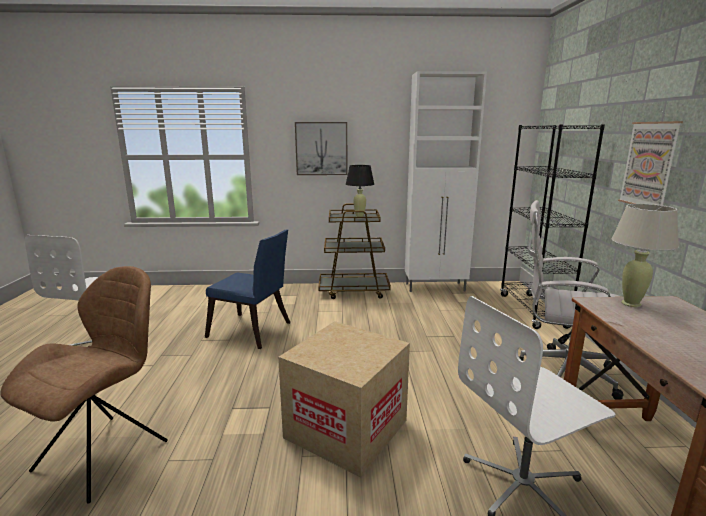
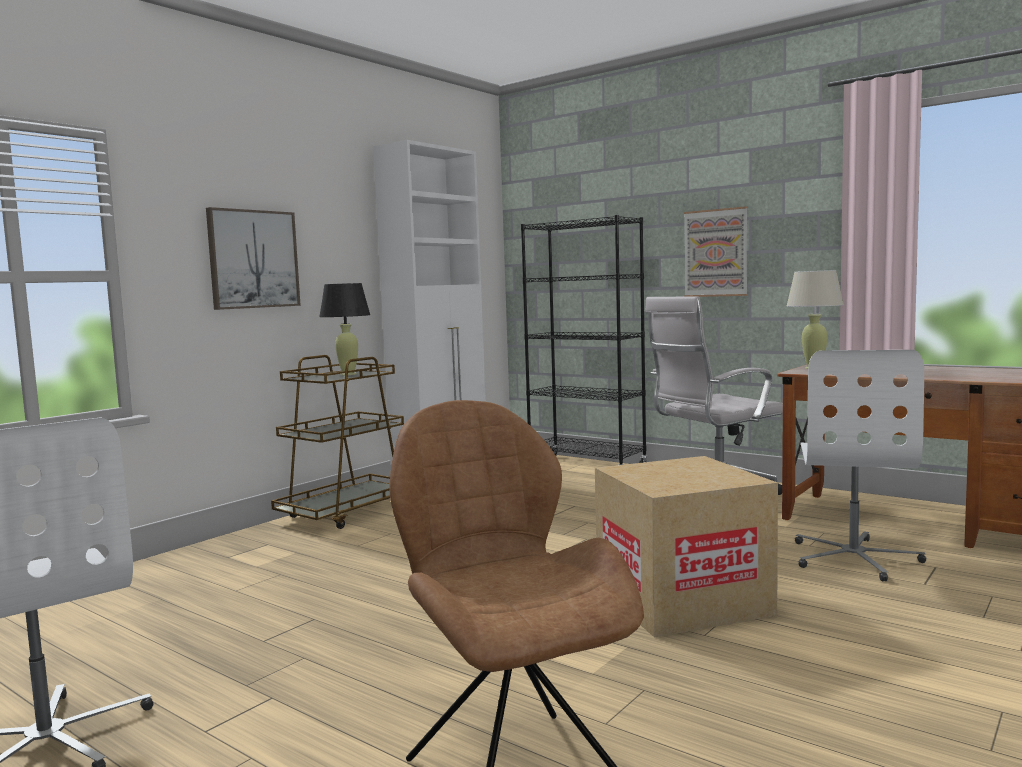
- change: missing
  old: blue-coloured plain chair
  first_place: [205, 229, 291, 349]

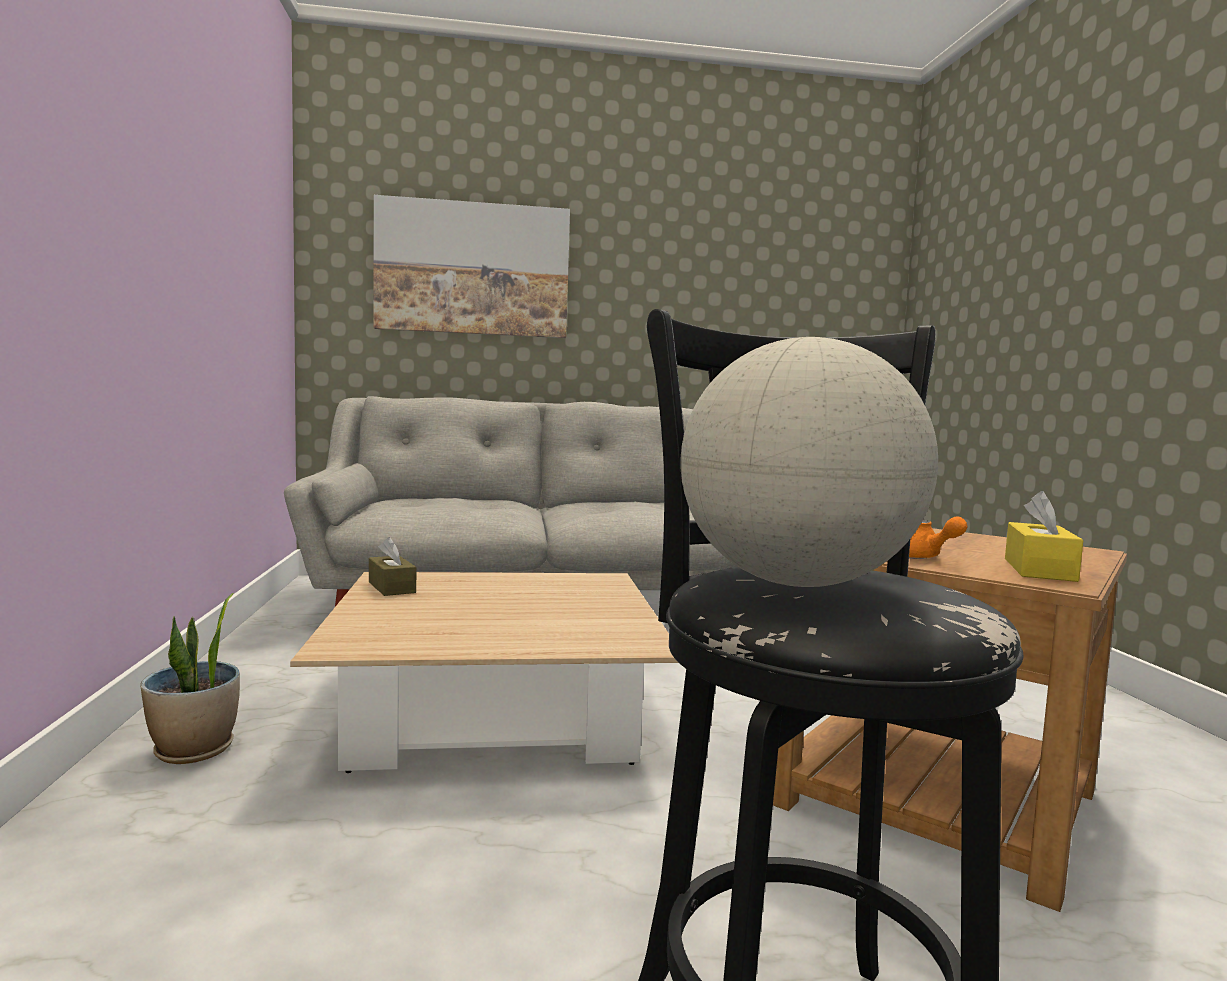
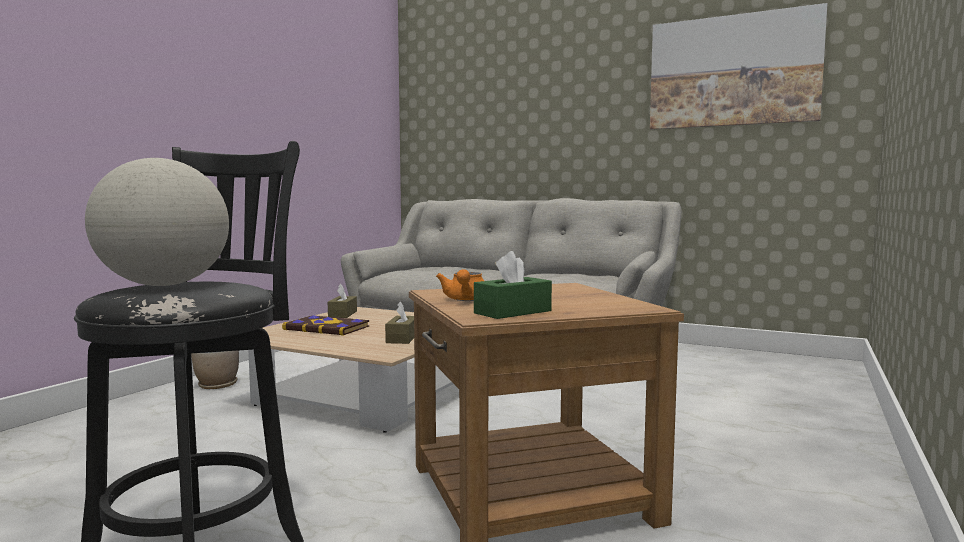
- change: appeared
  new: volume
  second_place: [282, 315, 369, 336]
- change: appeared
  new: brown tissue box
  second_place: [385, 302, 414, 344]
- change: colour
  old: yellow tissue box
  new: green-coloured tissue box
  first_place: [1005, 491, 1083, 582]
  second_place: [474, 251, 552, 319]
- change: relocated
  old: picture
  first_place: [373, 195, 570, 338]
  second_place: [650, 3, 827, 130]

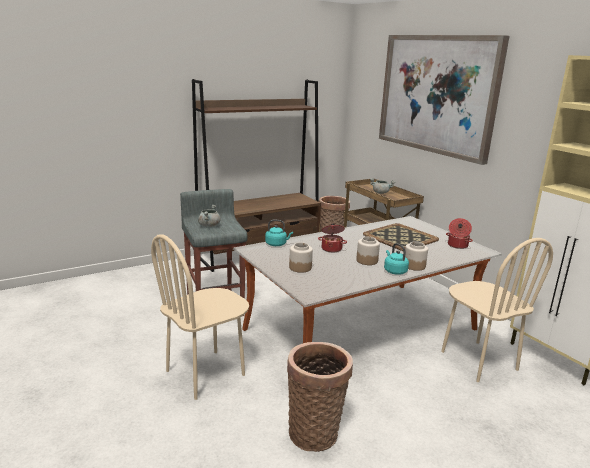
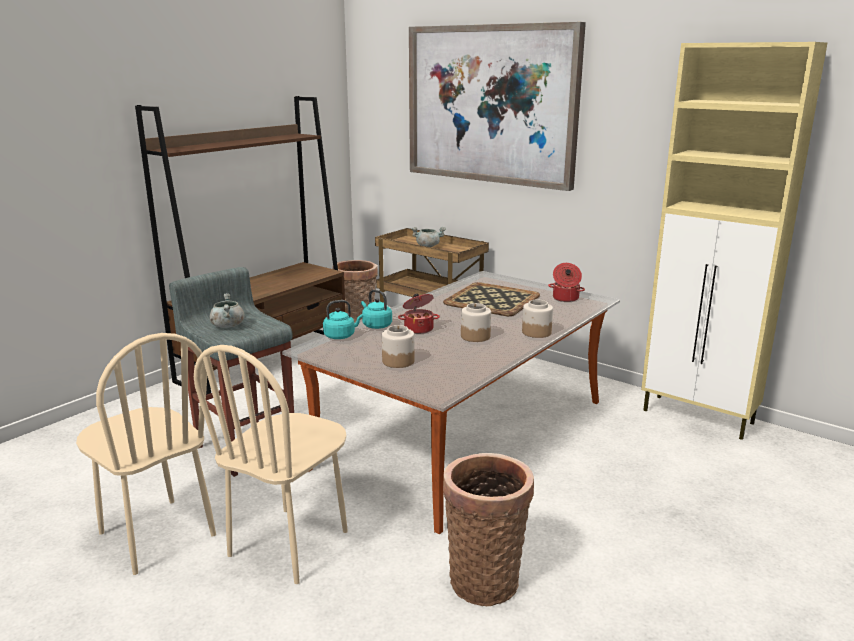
- change: relocated
  old: sand-coloured plain chair
  first_place: [441, 238, 553, 382]
  second_place: [76, 333, 216, 575]
- change: relocated
  old: turquoise-coloured tea kettle
  first_place: [384, 243, 409, 275]
  second_place: [361, 290, 392, 329]

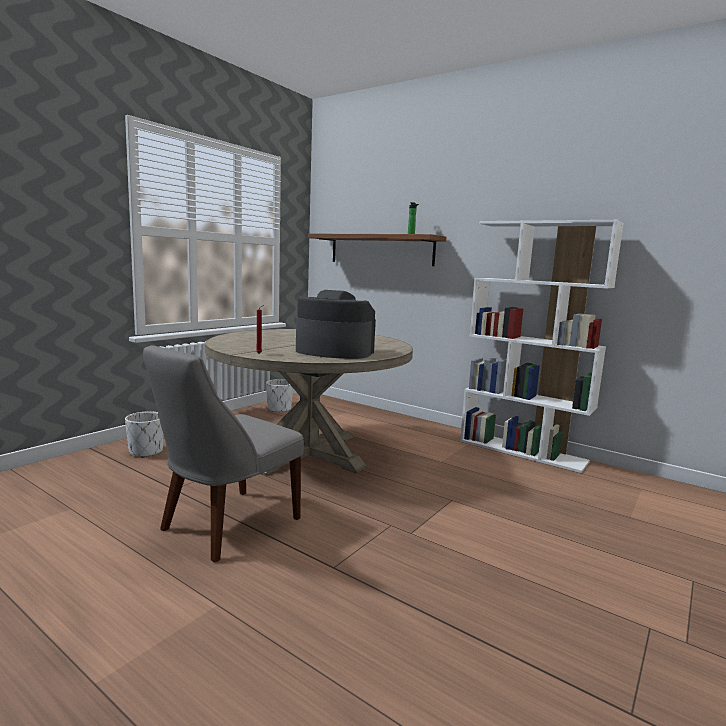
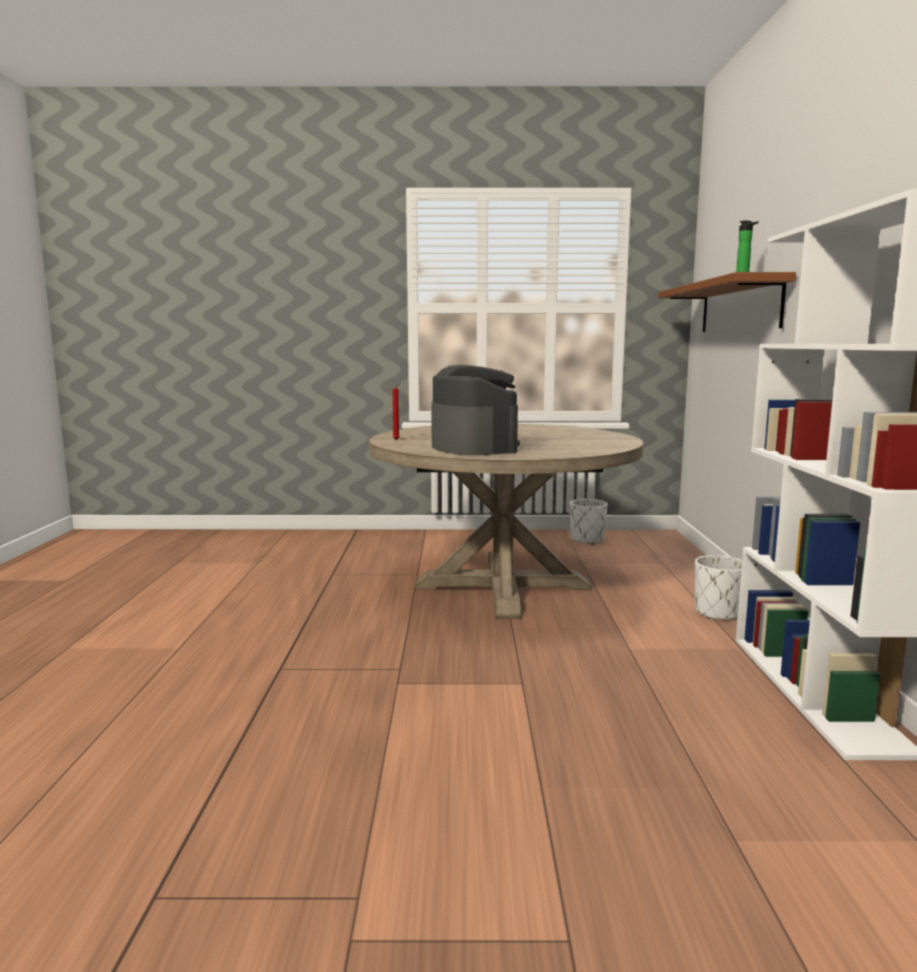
- change: relocated
  old: white planter
  first_place: [125, 411, 163, 458]
  second_place: [695, 555, 742, 619]
- change: missing
  old: greyish plain chair
  first_place: [143, 345, 304, 563]

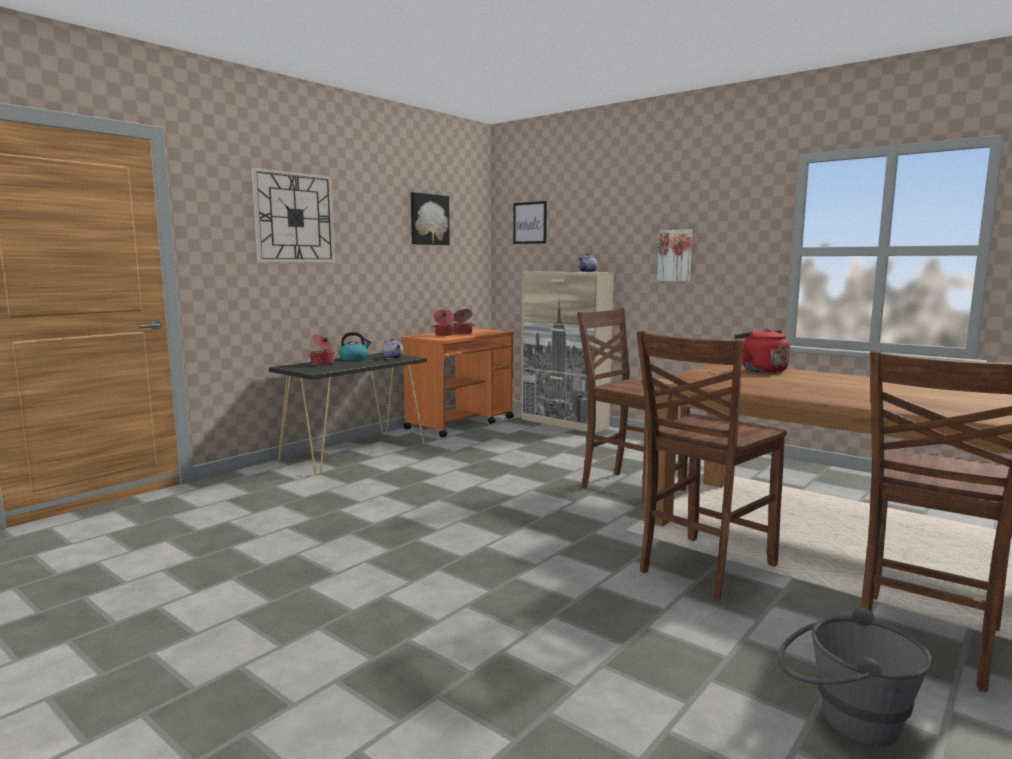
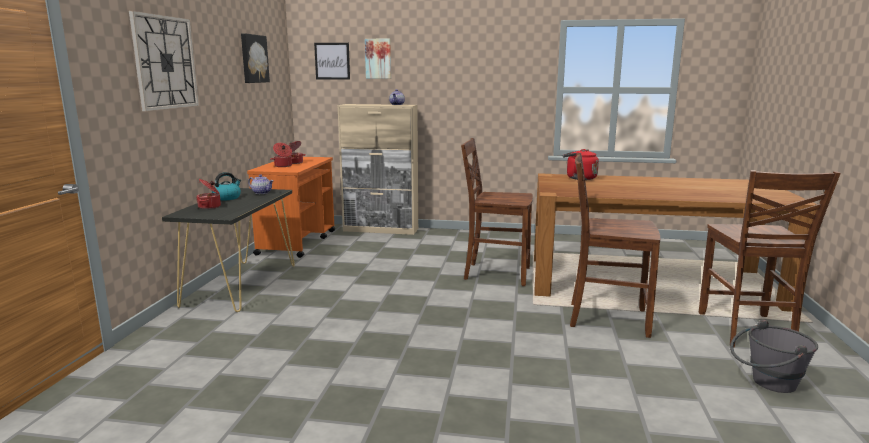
- change: relocated
  old: picture
  first_place: [657, 229, 692, 282]
  second_place: [365, 39, 391, 79]
- change: spun
  old: brown plain chair
  first_place: [637, 331, 787, 601]
  second_place: [570, 153, 660, 338]
  degrees: 90

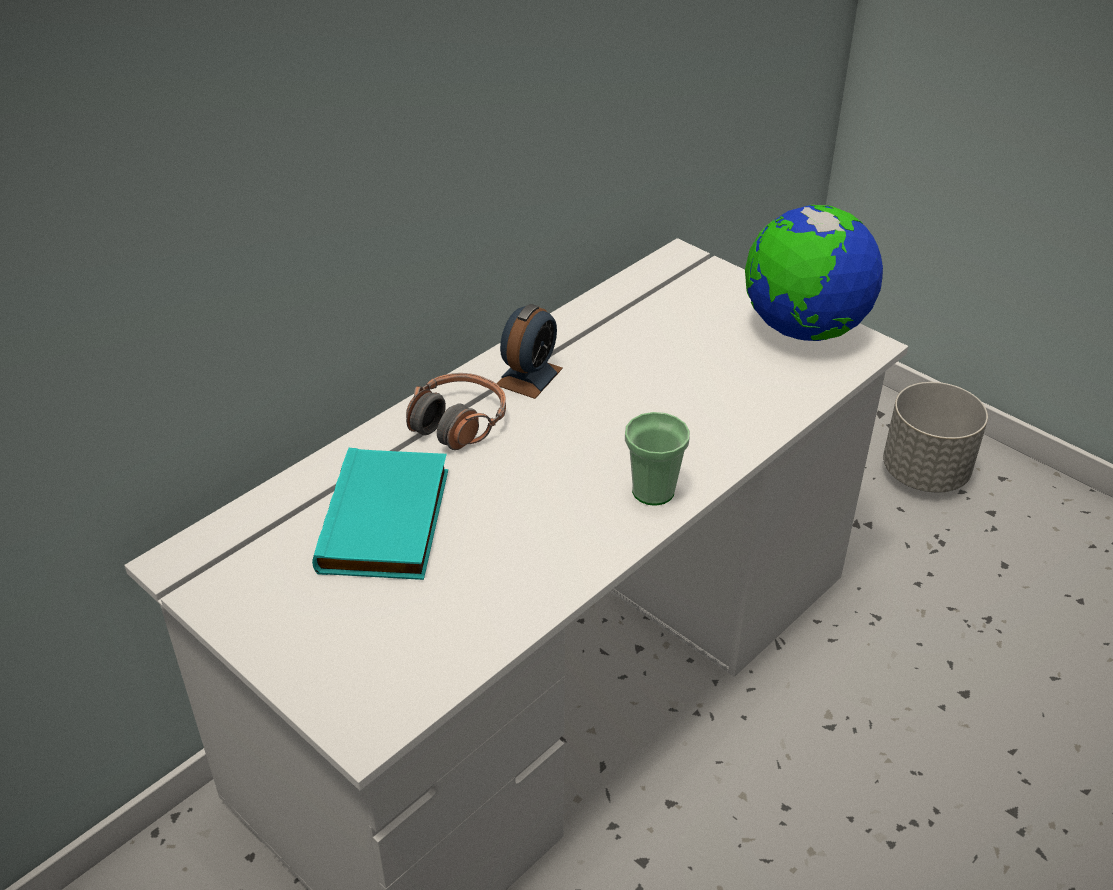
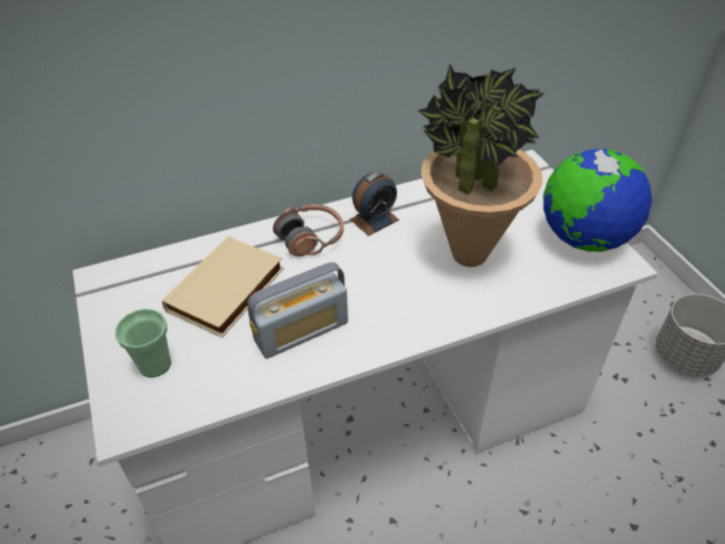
- change: relocated
  old: drinking cup
  first_place: [625, 412, 690, 505]
  second_place: [115, 309, 171, 378]
- change: colour
  old: turquoise-coloured volume
  new: sand-coloured volume
  first_place: [312, 448, 448, 580]
  second_place: [162, 236, 284, 338]
- change: appeared
  new: radio
  second_place: [247, 262, 348, 359]
- change: appeared
  new: houseplant
  second_place: [418, 64, 545, 267]

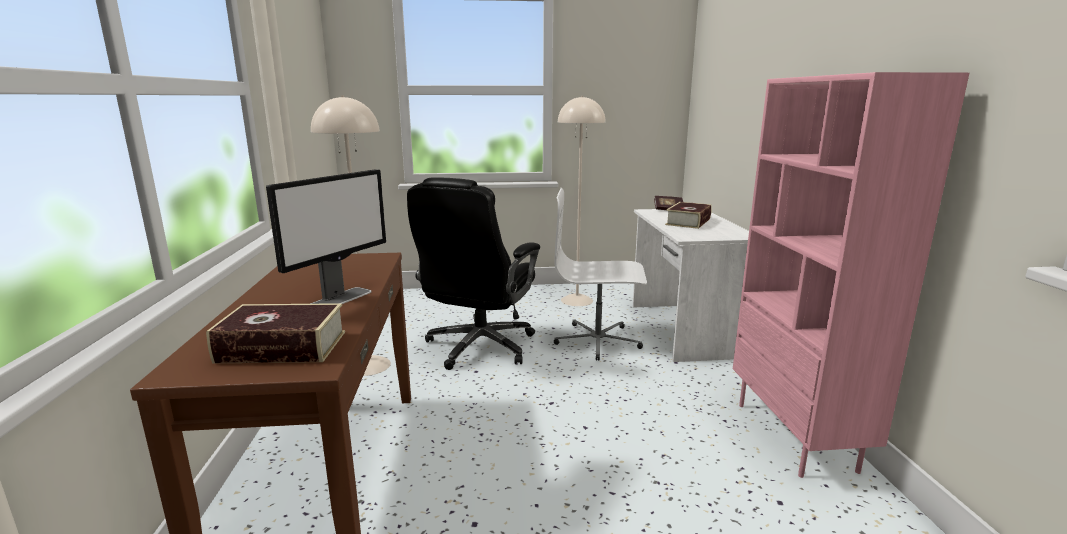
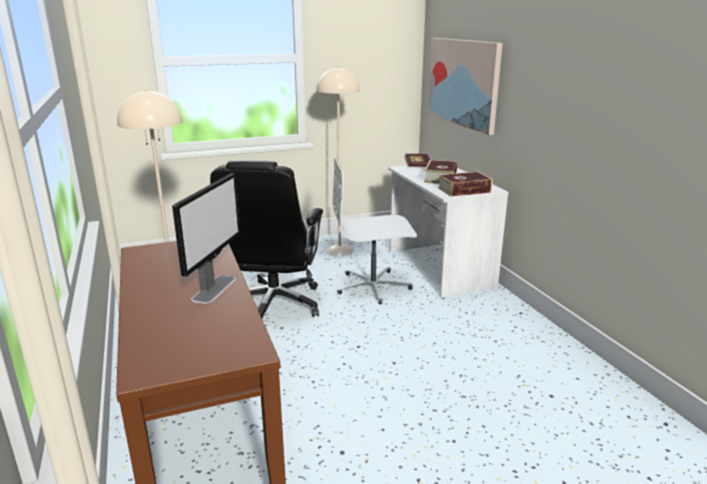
- change: appeared
  new: picture
  second_place: [428, 38, 503, 135]
- change: relocated
  old: volume
  first_place: [206, 303, 345, 363]
  second_place: [438, 172, 493, 197]
- change: missing
  old: pink-coloured bookcase
  first_place: [733, 72, 969, 478]

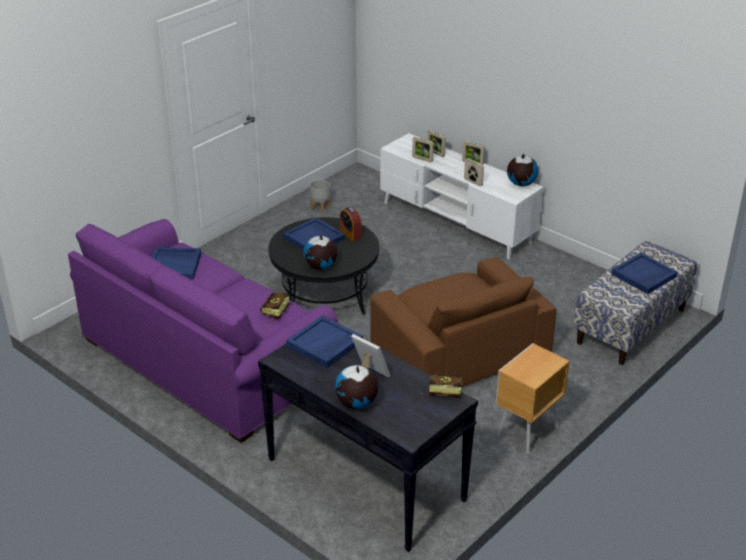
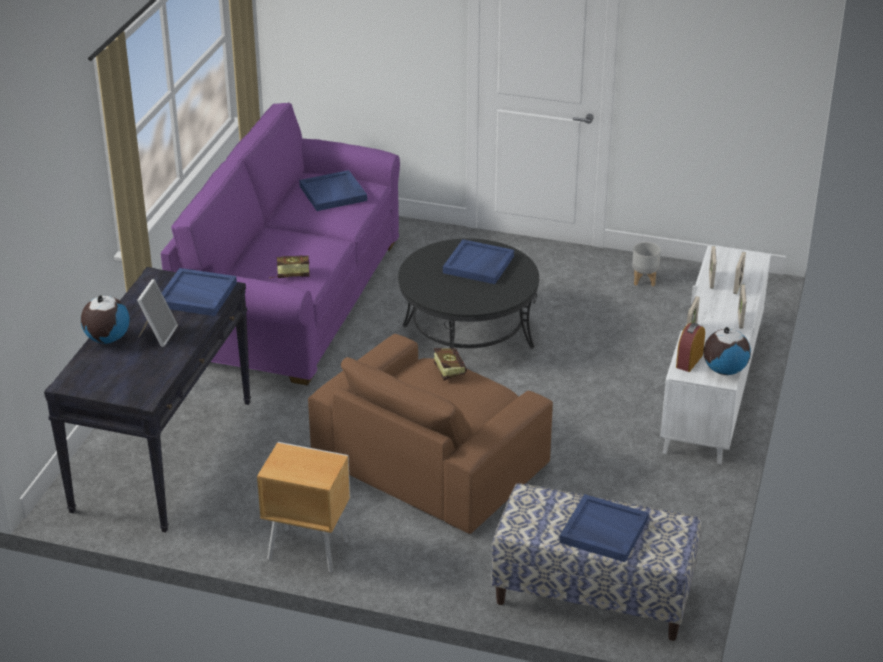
- change: relocated
  old: volume
  first_place: [421, 373, 463, 398]
  second_place: [434, 348, 467, 380]
- change: relocated
  old: table clock
  first_place: [340, 207, 362, 242]
  second_place: [676, 323, 705, 372]
- change: missing
  old: desk globe
  first_place: [303, 235, 337, 270]

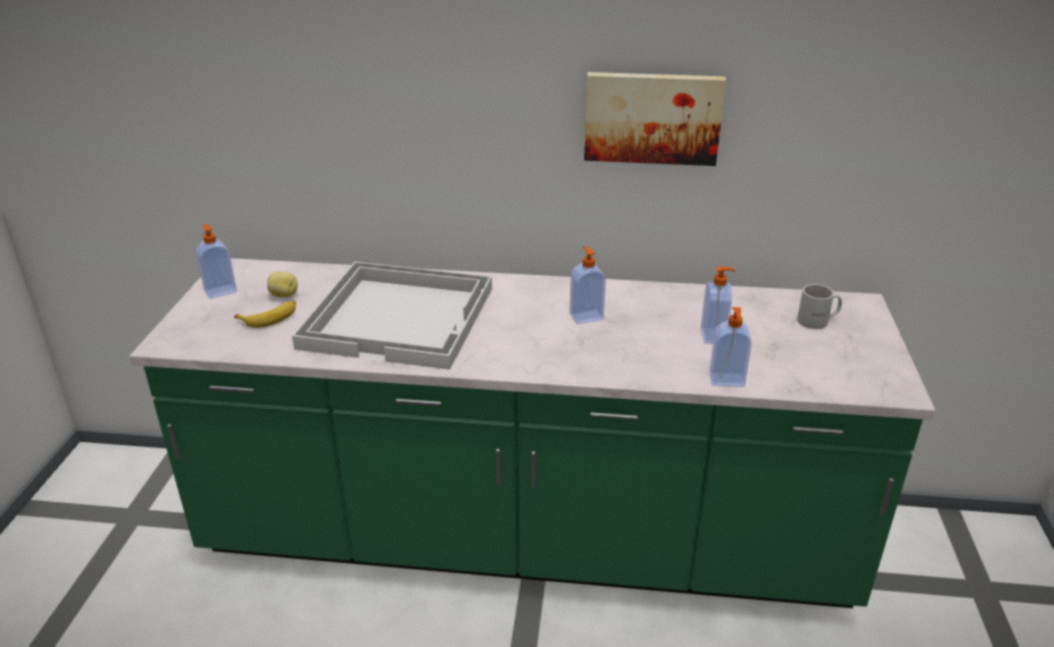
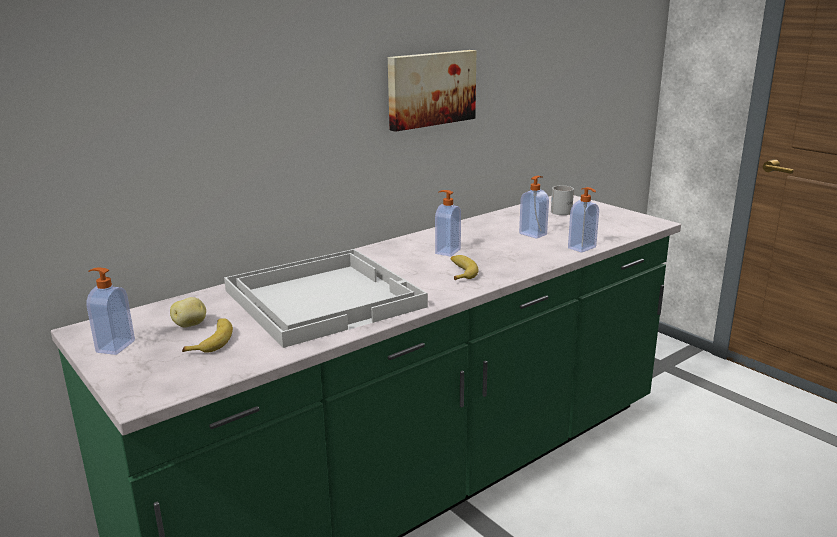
- change: appeared
  new: whole banana
  second_place: [451, 255, 479, 280]

